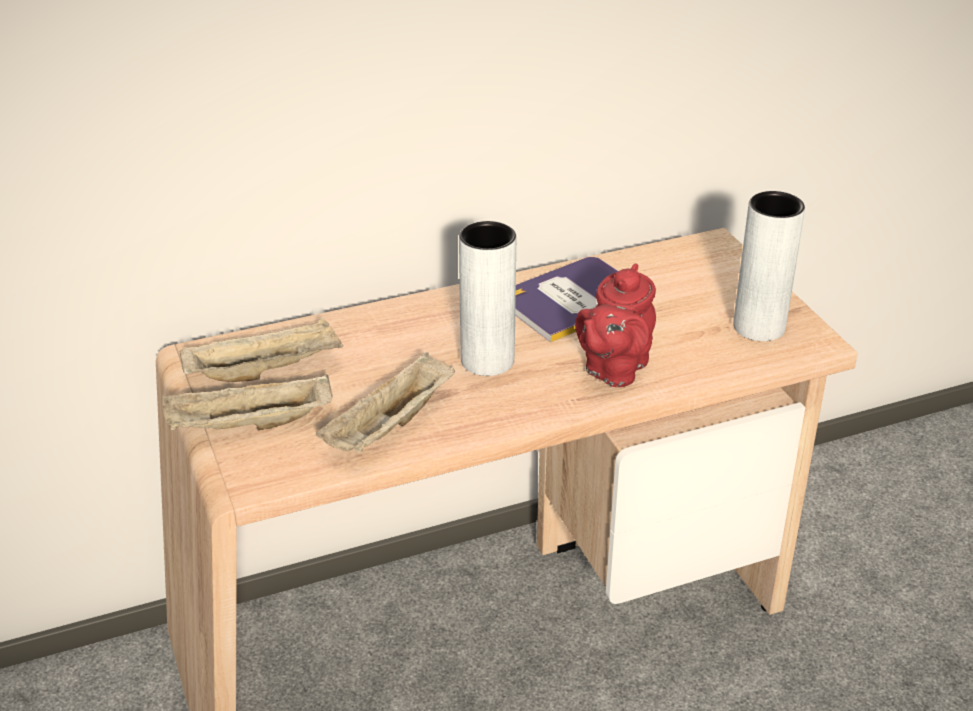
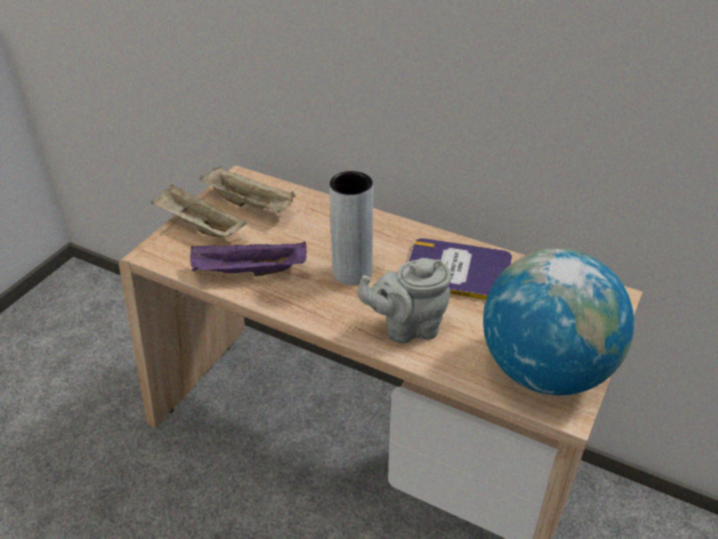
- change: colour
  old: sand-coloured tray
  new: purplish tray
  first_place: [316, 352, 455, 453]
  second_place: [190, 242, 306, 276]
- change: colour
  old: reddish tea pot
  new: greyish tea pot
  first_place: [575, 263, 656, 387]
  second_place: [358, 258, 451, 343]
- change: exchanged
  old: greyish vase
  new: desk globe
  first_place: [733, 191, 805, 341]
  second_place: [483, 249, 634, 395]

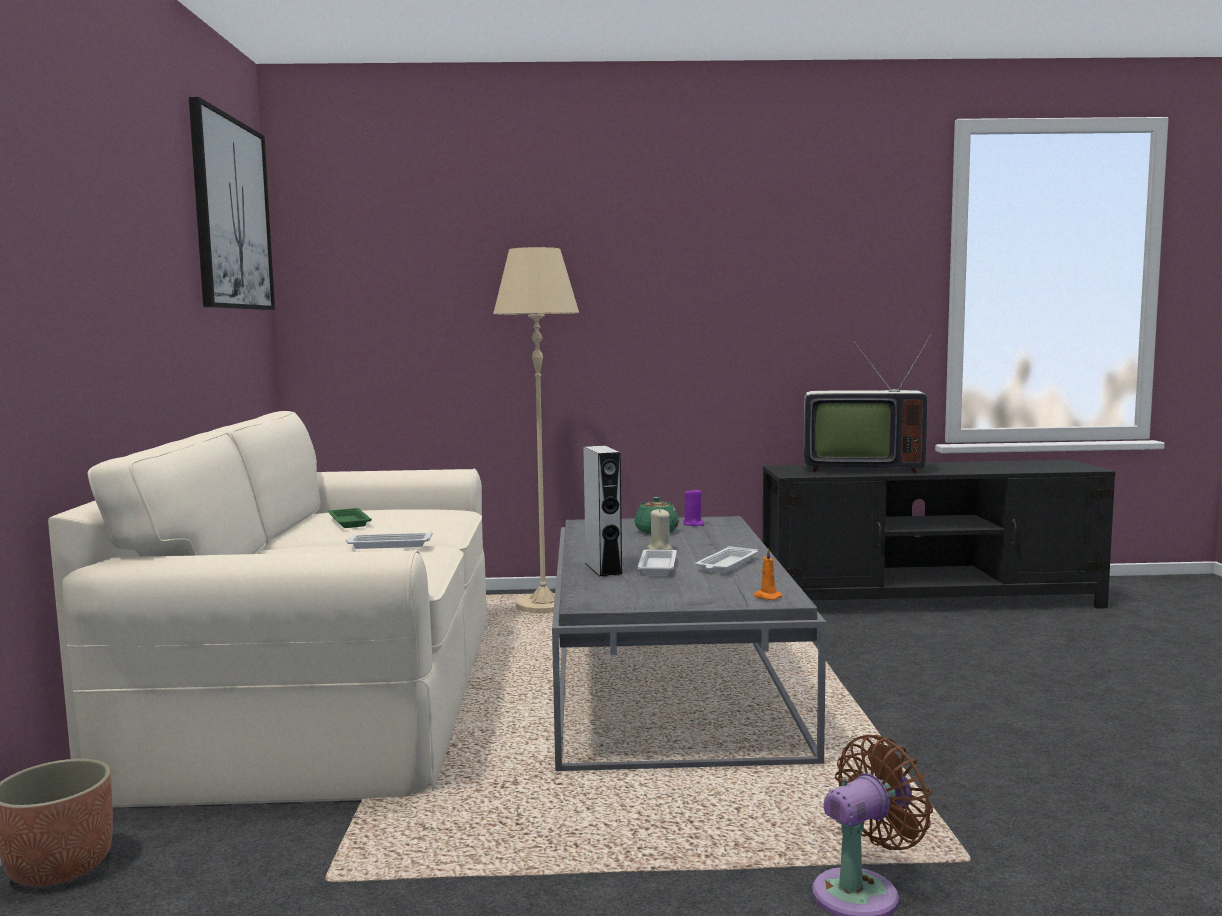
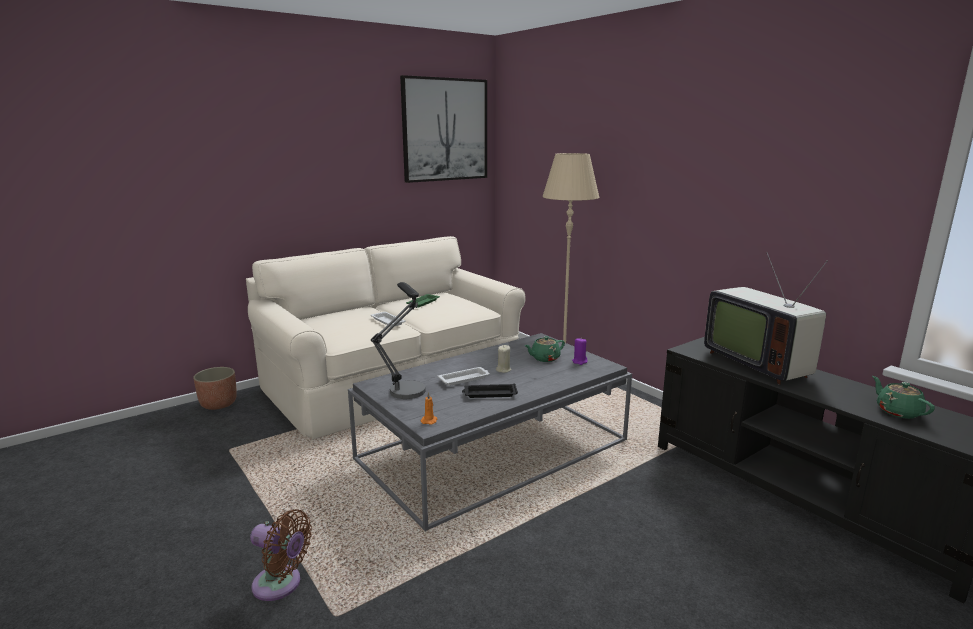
- change: appeared
  new: lamp for a table
  second_place: [371, 282, 426, 399]
- change: colour
  old: white tray
  new: black tray
  first_place: [695, 546, 758, 573]
  second_place: [462, 383, 518, 398]
- change: appeared
  new: green-coloured tea pot
  second_place: [872, 376, 935, 419]
- change: missing
  old: greyish speaker
  first_place: [583, 446, 623, 577]

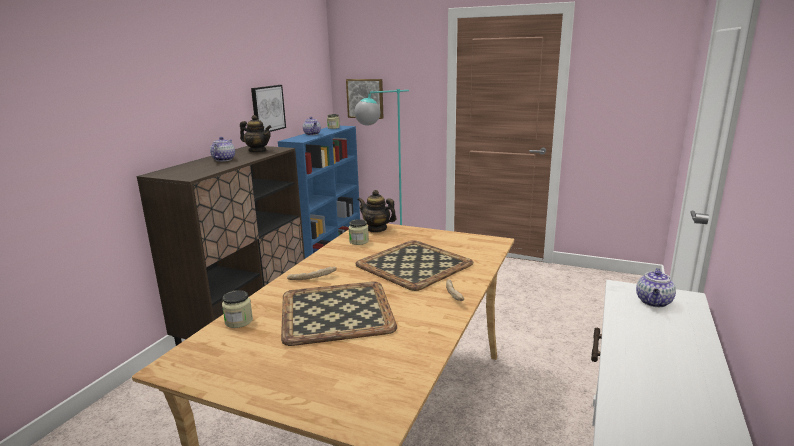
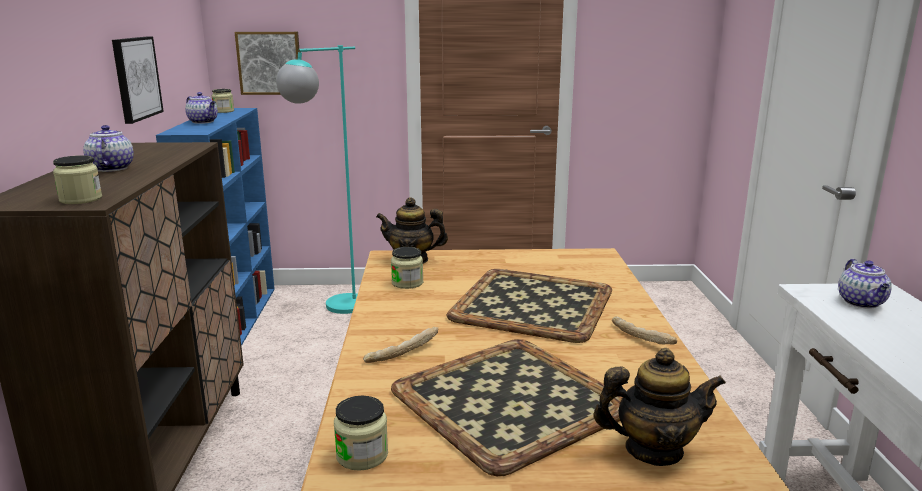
- change: appeared
  new: jar
  second_place: [53, 155, 102, 204]
- change: relocated
  old: tea pot
  first_place: [240, 115, 272, 152]
  second_place: [594, 348, 726, 466]

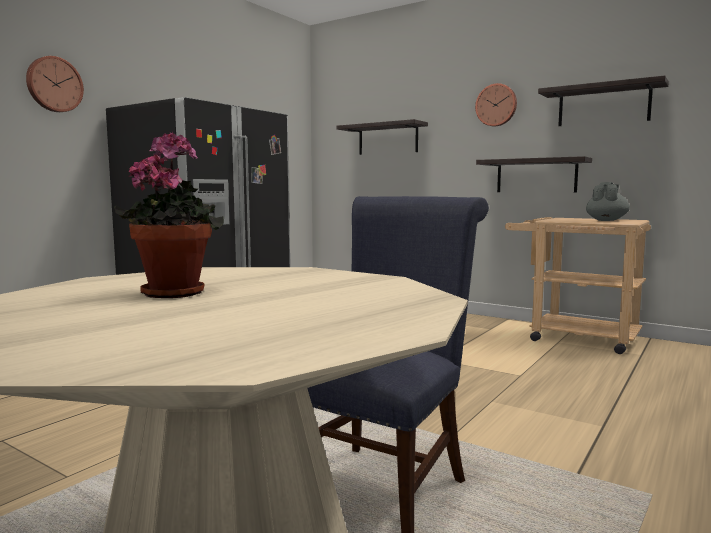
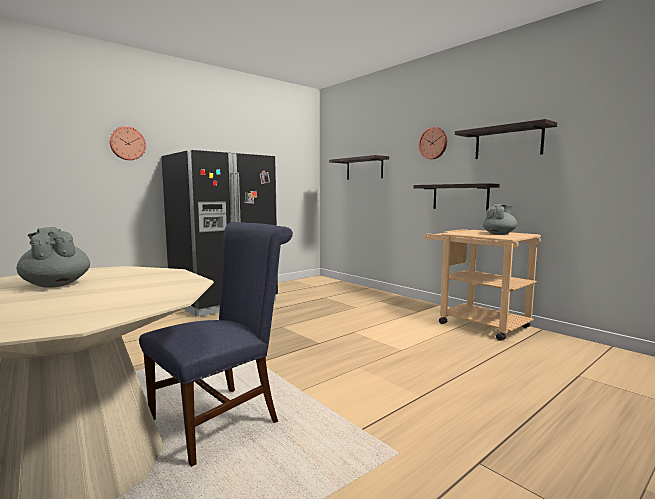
- change: exchanged
  old: houseplant
  new: greyish tea pot
  first_place: [114, 131, 224, 298]
  second_place: [16, 227, 90, 288]

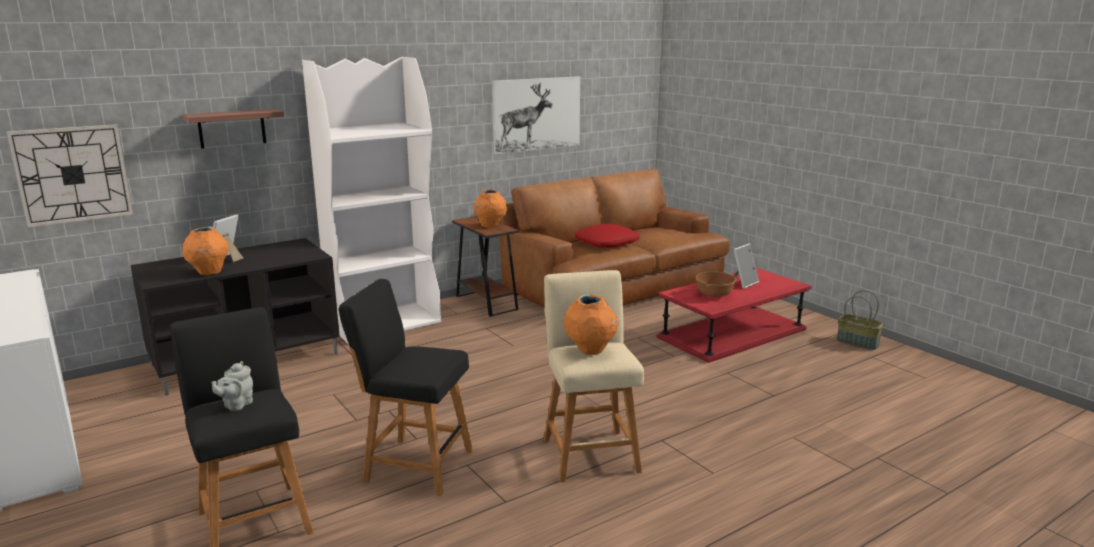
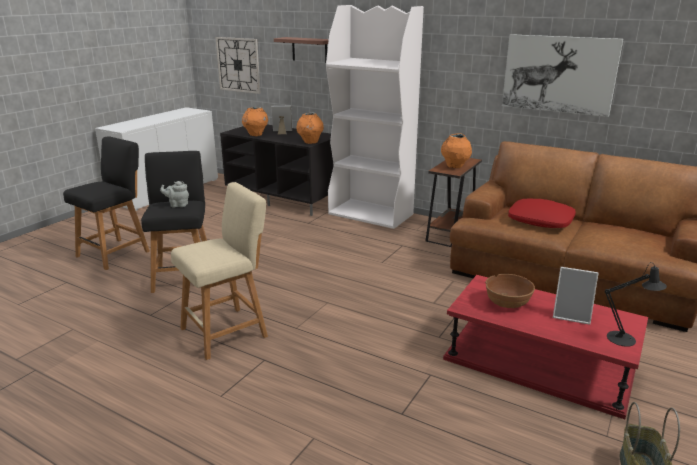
- change: relocated
  old: greyish tea pot
  first_place: [211, 361, 253, 411]
  second_place: [160, 181, 189, 207]
- change: relocated
  old: orange vase
  first_place: [564, 294, 618, 355]
  second_place: [296, 113, 324, 144]
- change: appeared
  new: black lamp for a table
  second_place: [605, 262, 667, 347]

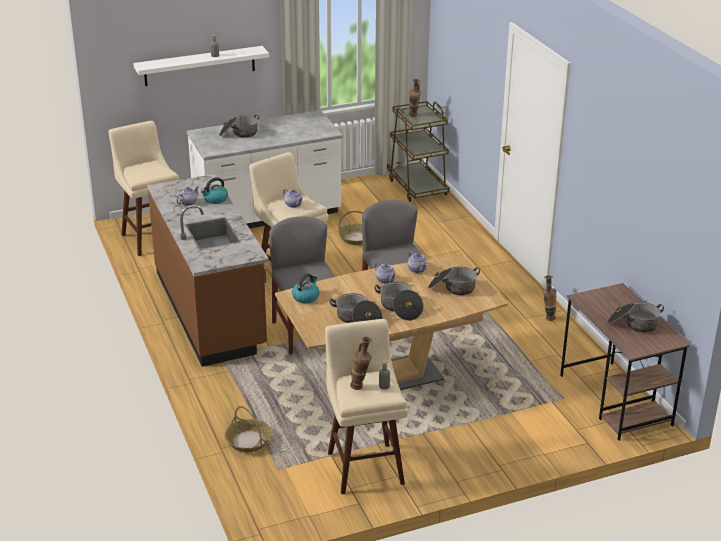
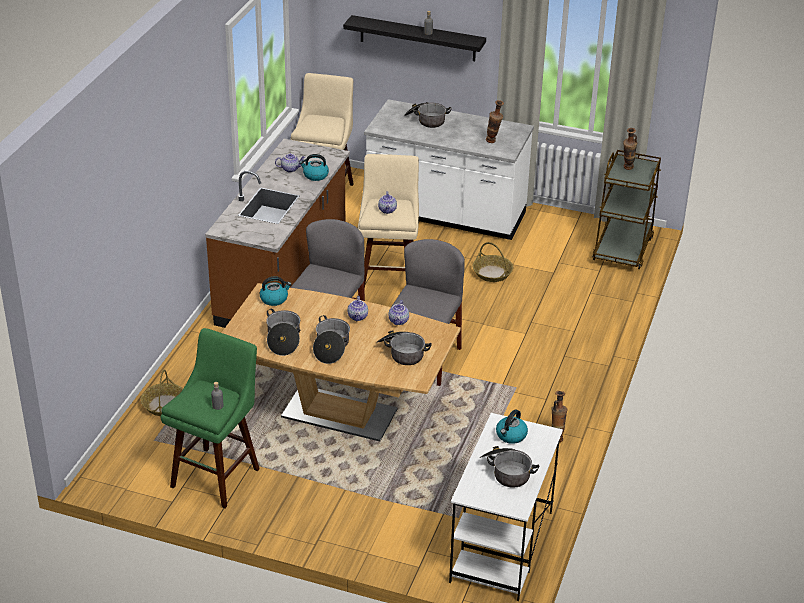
- change: colour
  old: sand-coloured stool seat
  new: green-coloured stool seat
  first_place: [325, 319, 408, 494]
  second_place: [161, 328, 259, 508]
- change: colour
  old: white wall shelf
  new: black wall shelf
  first_place: [133, 46, 269, 86]
  second_place: [343, 15, 486, 61]
- change: colour
  old: brown desk unit
  new: white desk unit
  first_place: [560, 283, 690, 441]
  second_place: [449, 413, 563, 601]
- change: relocated
  old: vase
  first_place: [350, 336, 372, 390]
  second_place: [486, 100, 504, 143]
- change: appeared
  new: tea kettle
  second_place: [496, 409, 528, 444]

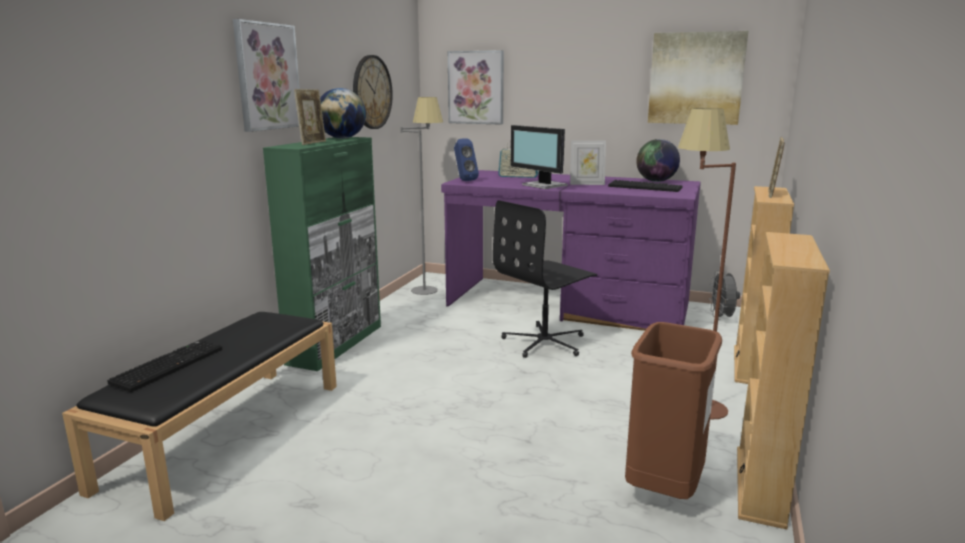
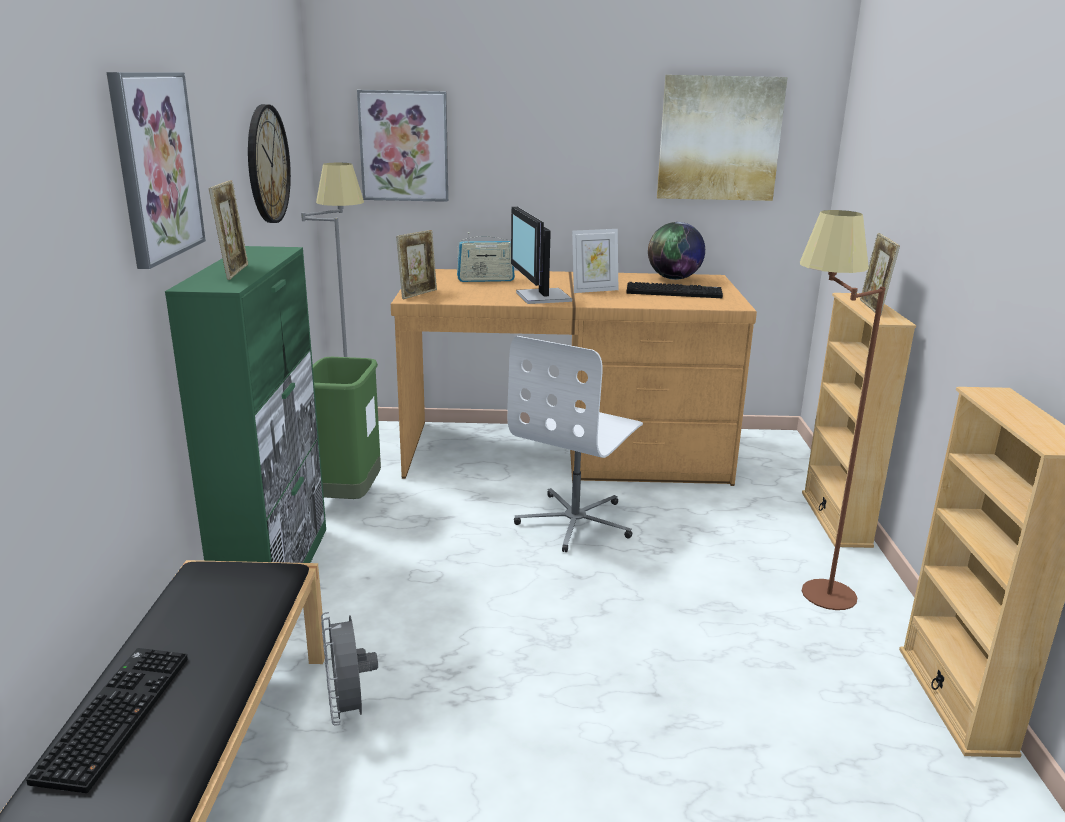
- change: appeared
  new: green-coloured rubbish bin
  second_place: [313, 357, 381, 499]
- change: relocated
  old: greyish fan
  first_place: [709, 270, 740, 320]
  second_place: [321, 612, 378, 726]
- change: colour
  old: purplish desk unit
  new: brown desk unit
  first_place: [441, 170, 701, 331]
  second_place: [391, 269, 757, 486]
- change: exchanged
  old: blue-coloured speaker
  new: picture frame
  first_place: [454, 139, 479, 181]
  second_place: [396, 230, 437, 299]
- change: colour
  old: black computer chair
  new: white computer chair
  first_place: [493, 200, 597, 358]
  second_place: [507, 336, 643, 552]
- change: spun
  old: computer display
  first_place: [511, 125, 567, 189]
  second_place: [511, 207, 572, 304]
  degrees: 45
- change: missing
  old: desk globe
  first_place: [320, 88, 366, 138]
- change: missing
  old: brown rubbish bin
  first_place: [625, 322, 722, 499]

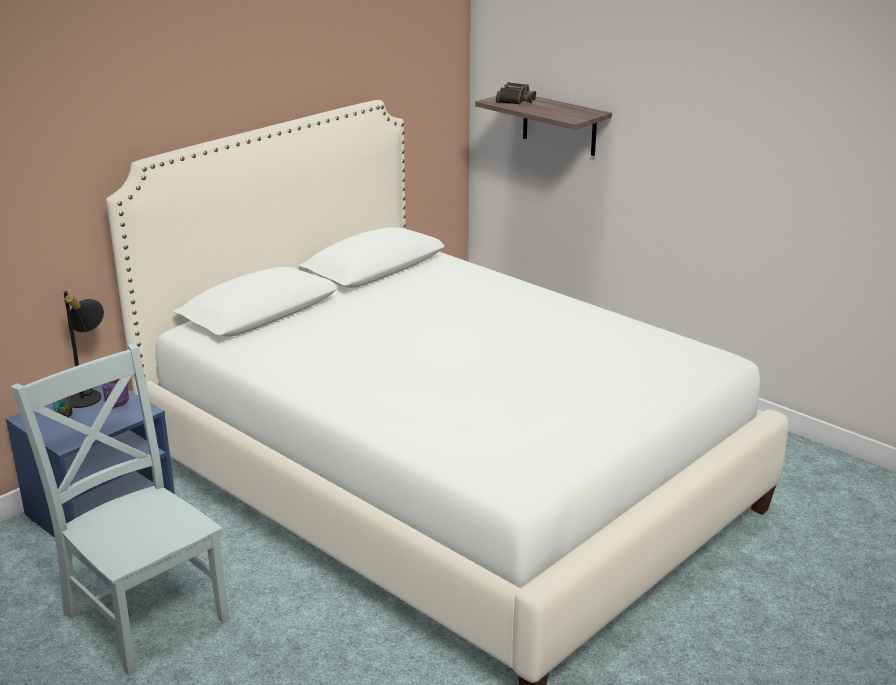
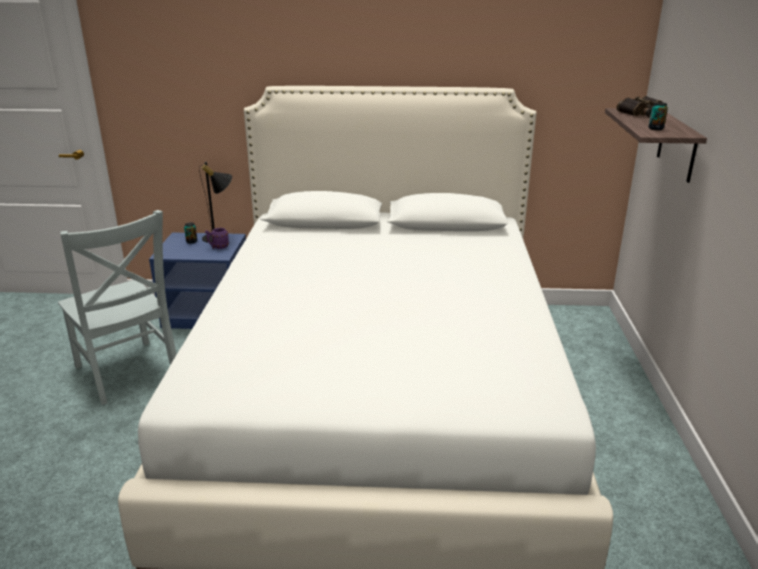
- change: spun
  old: greyish plain chair
  first_place: [11, 344, 230, 675]
  second_place: [58, 210, 177, 405]
  degrees: 135
- change: appeared
  new: metal can
  second_place: [649, 102, 668, 130]

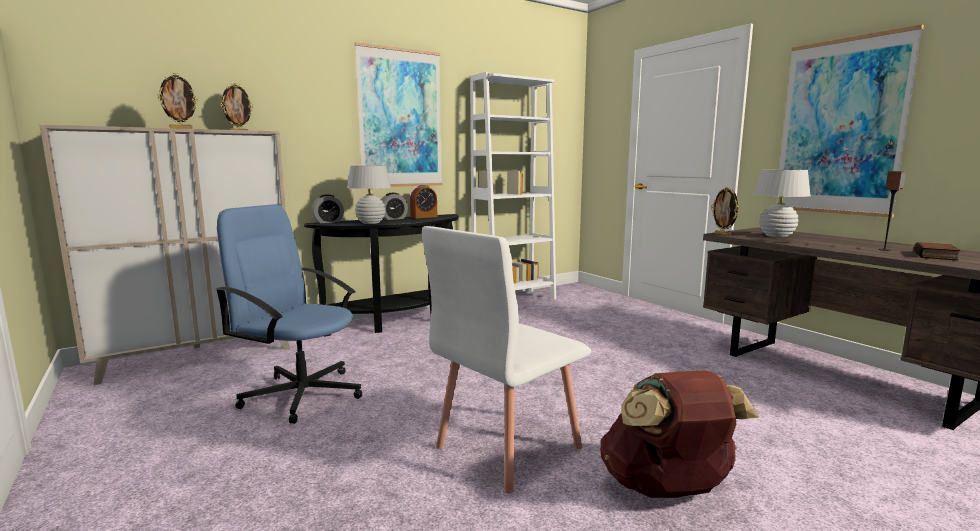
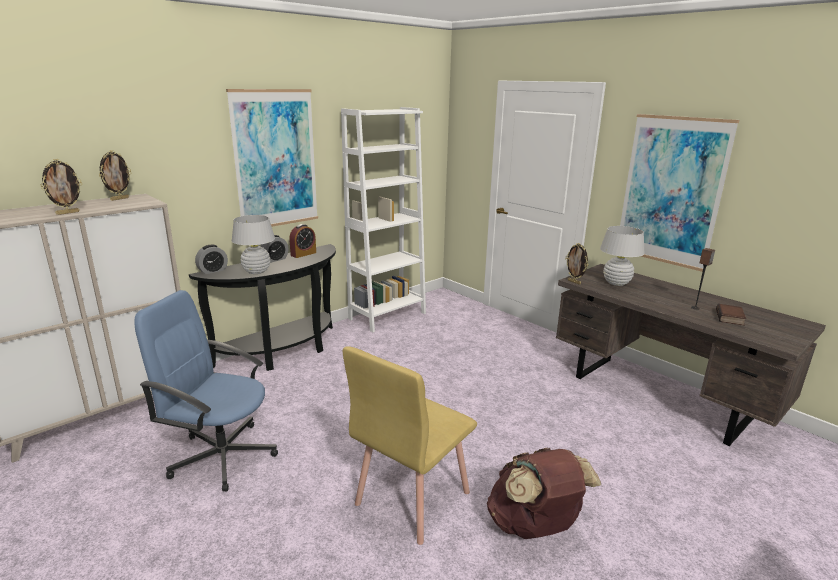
- change: colour
  old: white plain chair
  new: yellow plain chair
  first_place: [422, 226, 591, 493]
  second_place: [343, 346, 477, 545]

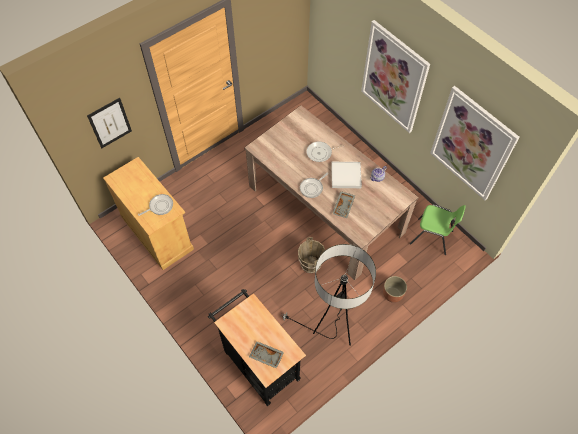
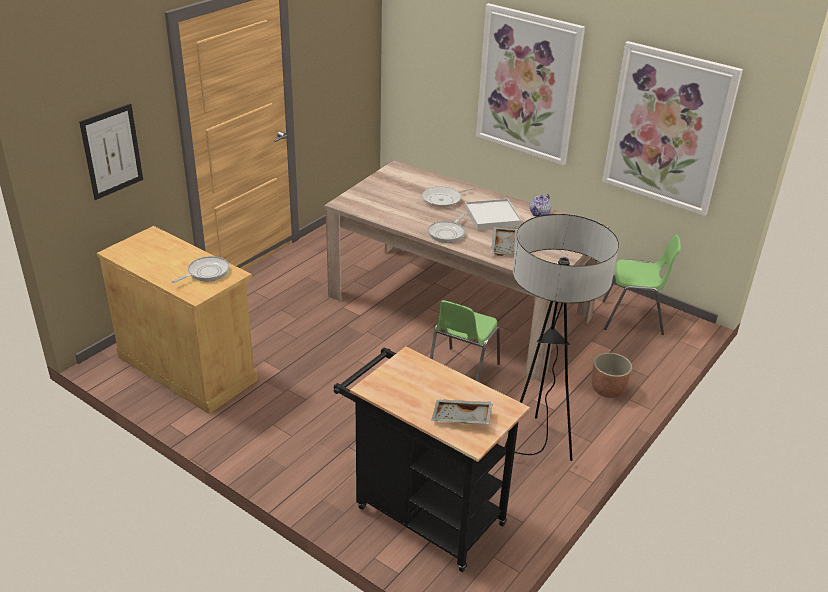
- change: exchanged
  old: brown water bucket
  new: green-coloured plain chair
  first_place: [298, 237, 325, 273]
  second_place: [430, 300, 500, 382]

